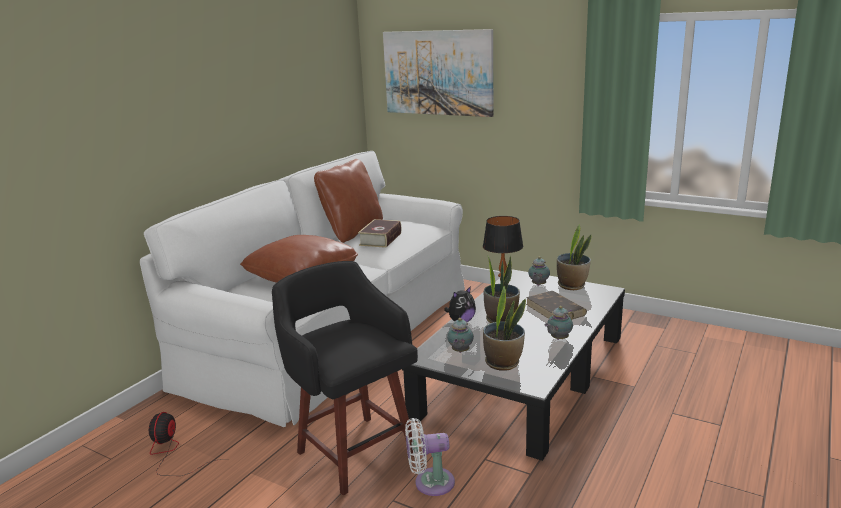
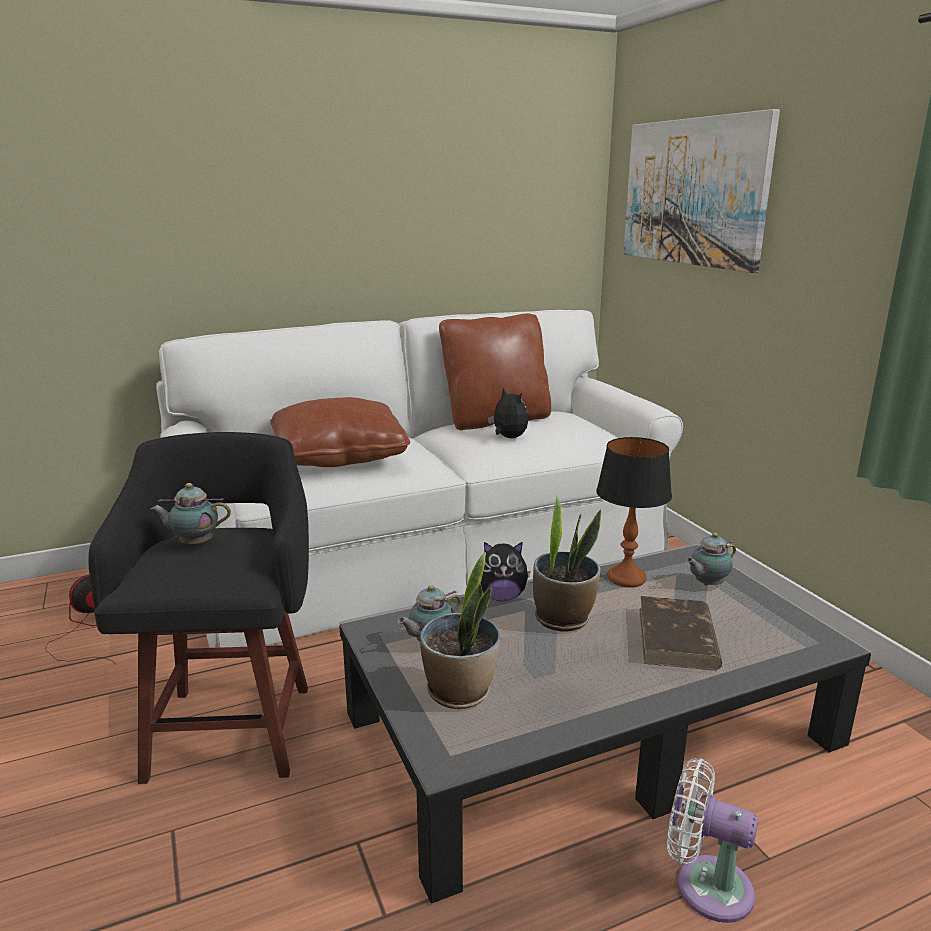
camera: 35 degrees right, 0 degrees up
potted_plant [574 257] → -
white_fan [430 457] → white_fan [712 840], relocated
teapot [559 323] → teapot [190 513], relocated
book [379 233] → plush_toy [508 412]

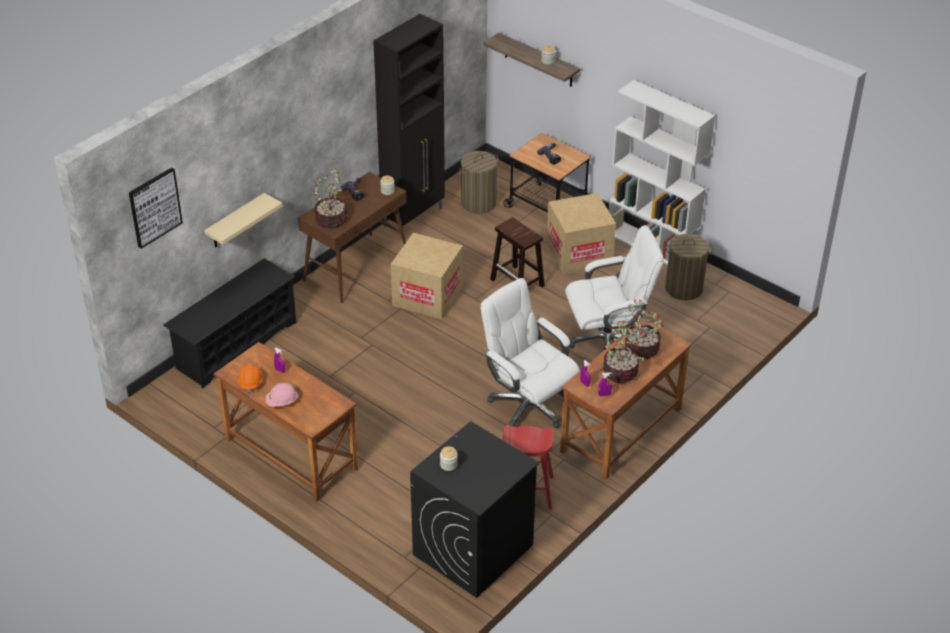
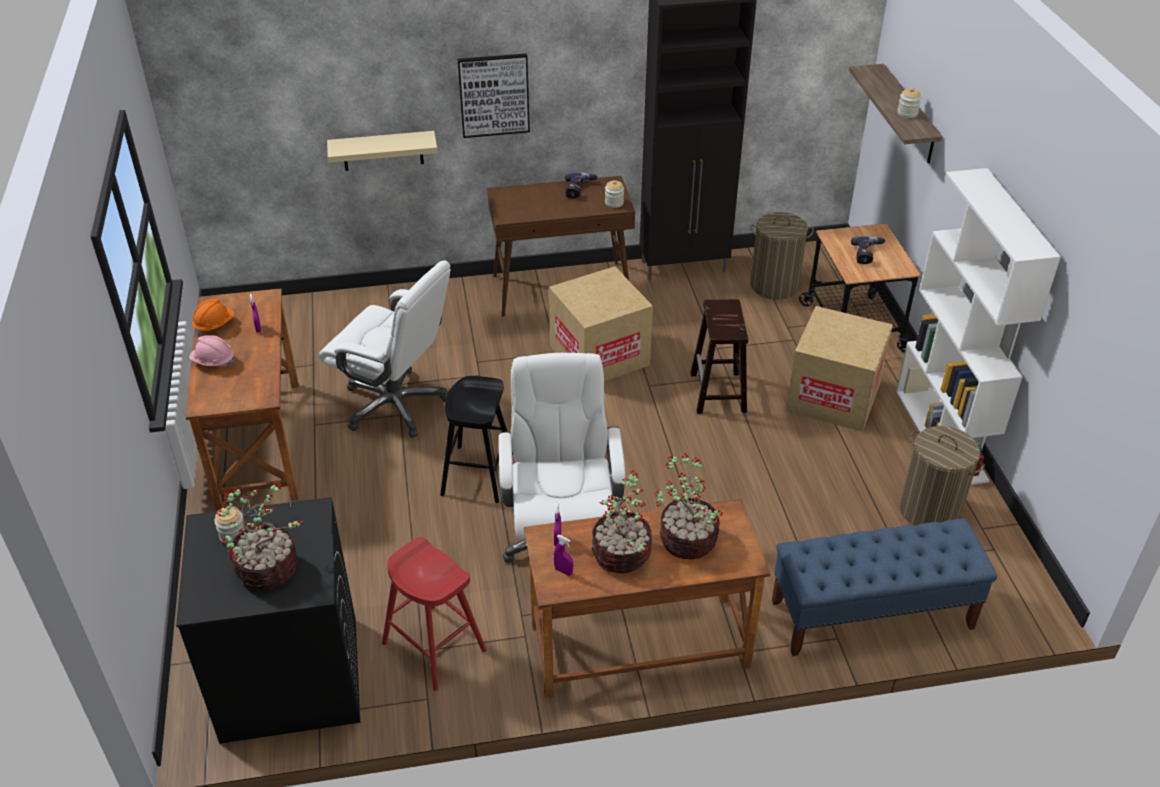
camera: 40 degrees right, 0 degrees up
black_shoe_rack [229 323] → -
- → black_stool [476 439]
- → blue_bench [884 587]
picture [156 208] → picture [494 95], relocated
potted_plant [330 198] → potted_plant [259 536], relocated
white_office_chair [614 287] → white_office_chair [384 349], relocated

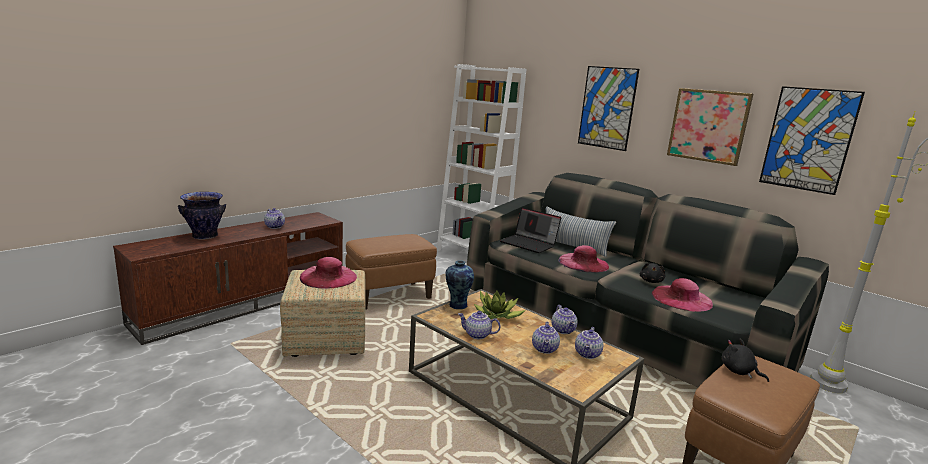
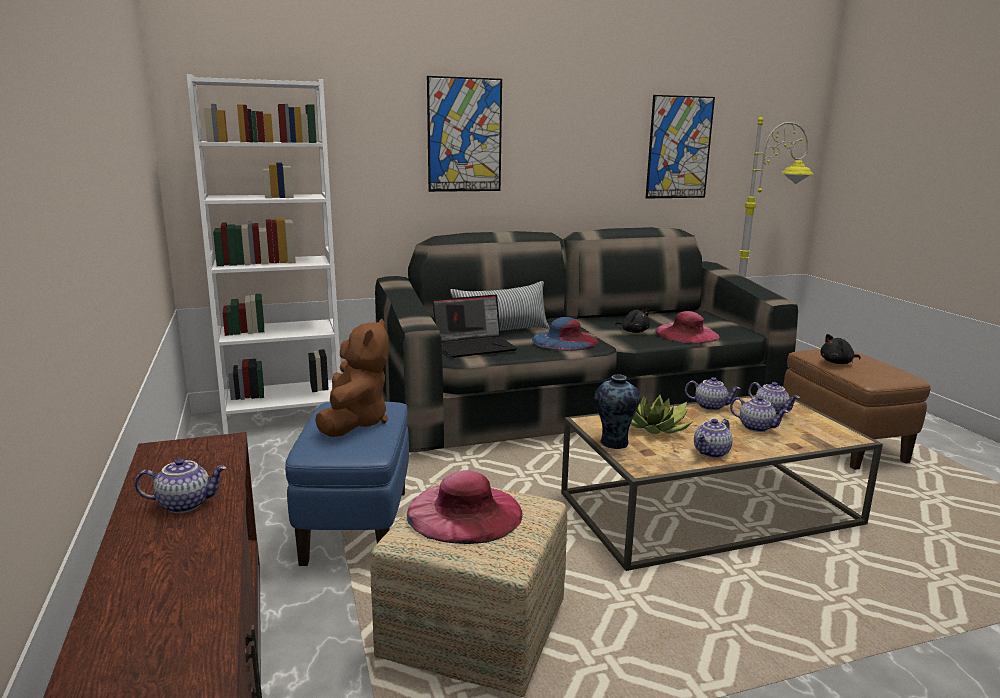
camera: 60 degrees left, 0 degrees up
vase [202 216] → -
picture [710 127] → -
- → brown_plush_toy [352 378]
brown_ottoman [391 272] → blue_ottoman [347 484]
pink_hat [583 259] → blue_hat [565 334]

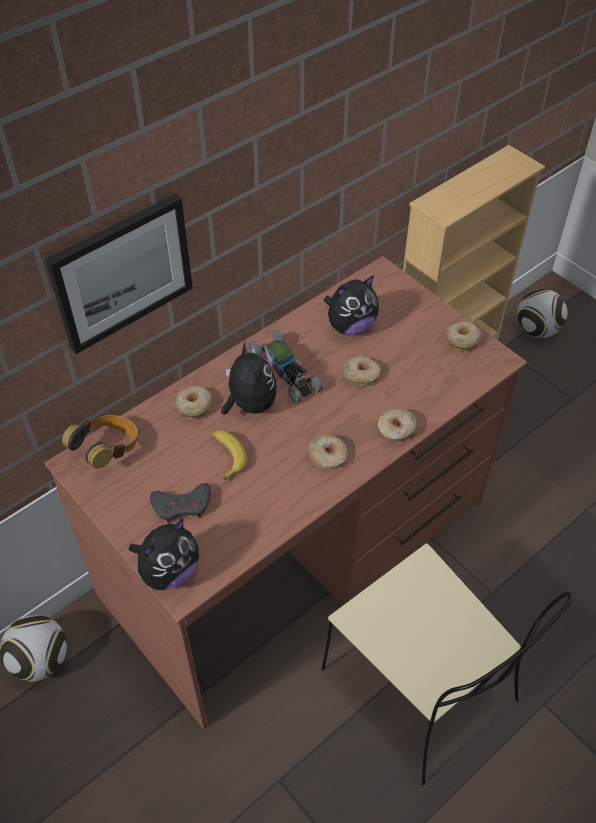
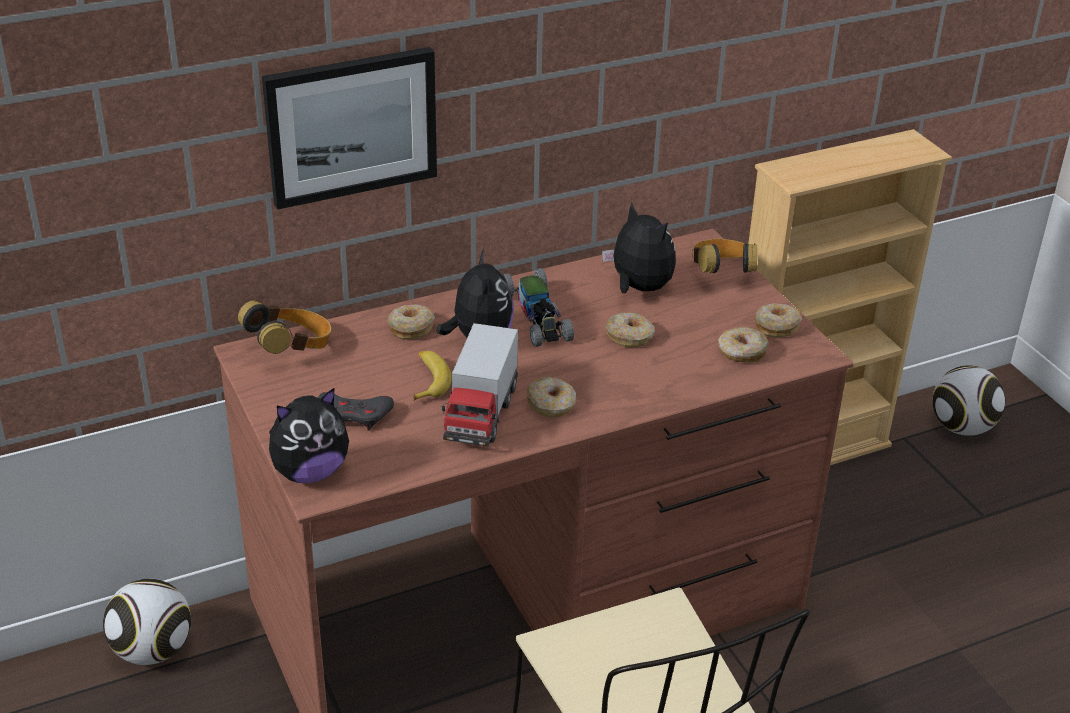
camera: 15 degrees right, 15 degrees down
- → toy_truck [480 385]
- → headphones [724 256]
donut [398 424] → donut [743 344], relocated
plush_toy [351 305] → plush_toy [639 247], 120 degrees counterclockwise

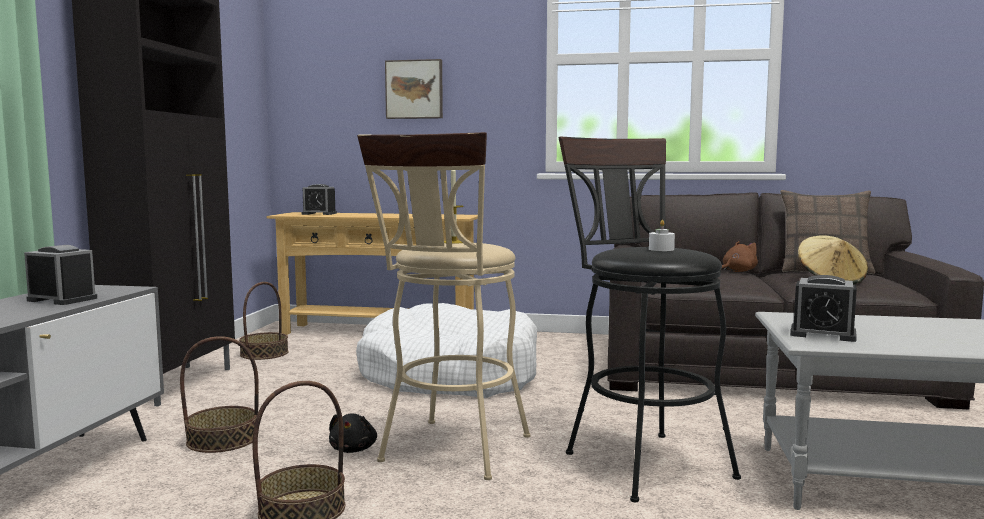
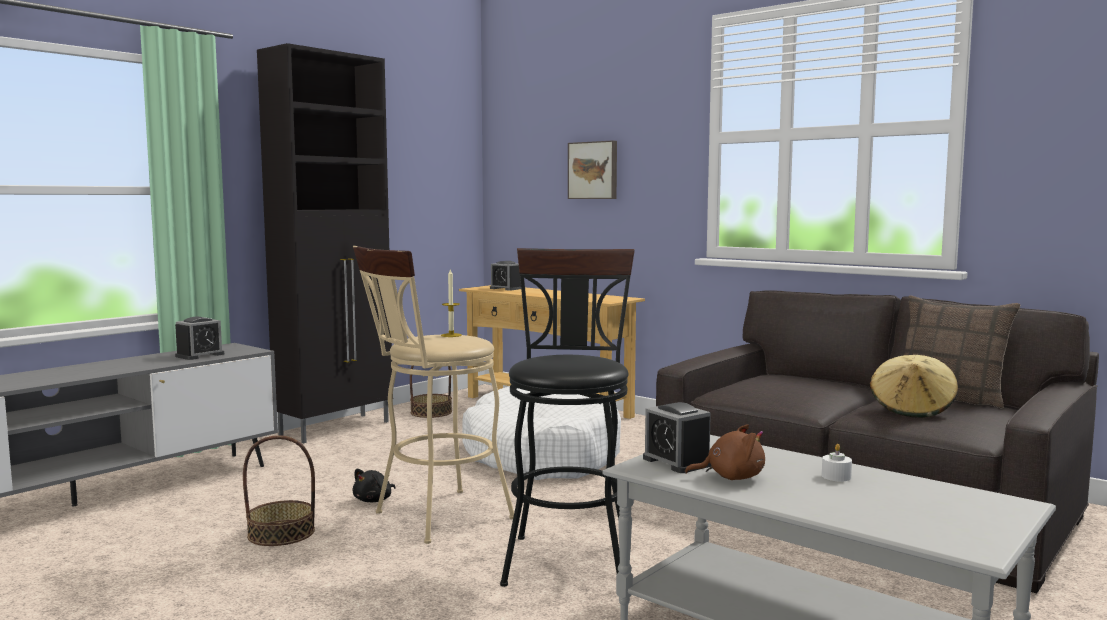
camera: 30 degrees right, 0 degrees up
basket [219 394] → -
white_candle [662 235] → white_candle [837 462], relocated
brown_plush_toy [739 256] → brown_plush_toy [725 452], relocated
alarm_clock [60 275] → alarm_clock [199 338], 75 degrees clockwise

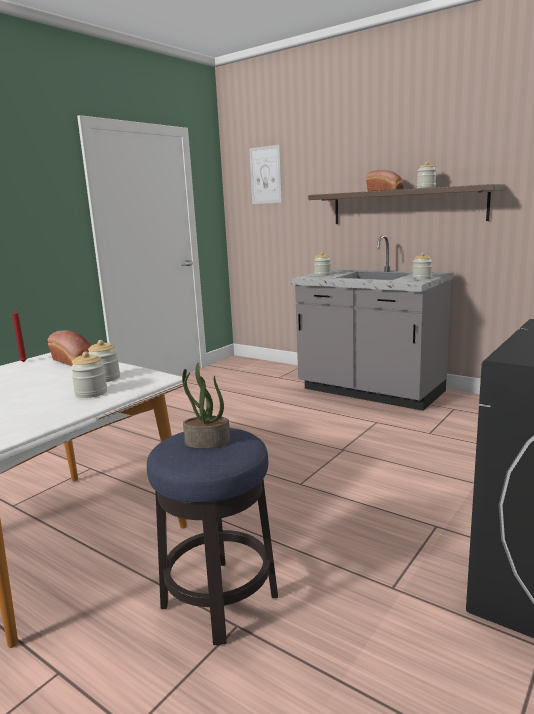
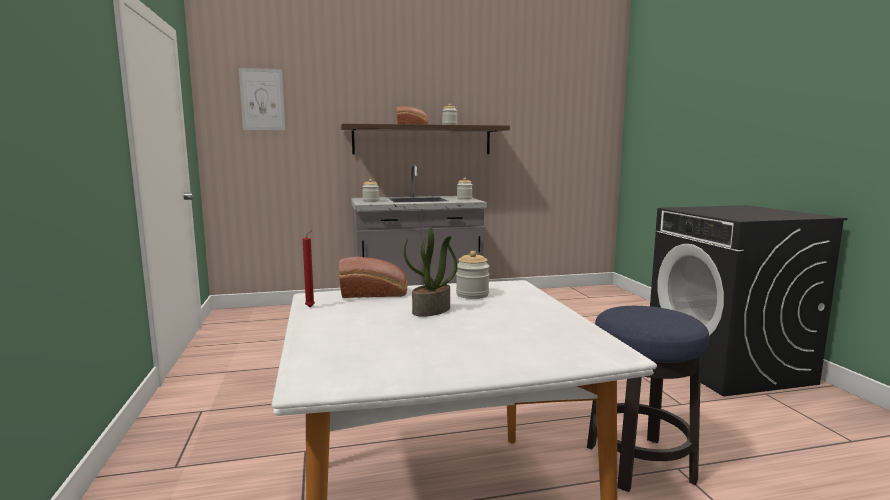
camera: 50 degrees left, 5 degrees down
jar [88 374] → -
potted_plant [206 405] → potted_plant [430 272], relocated

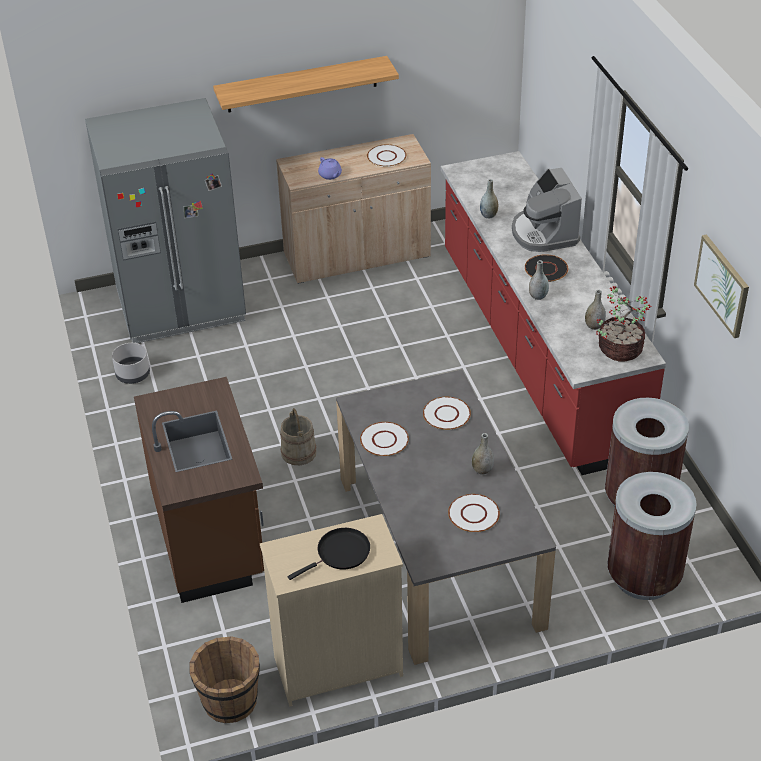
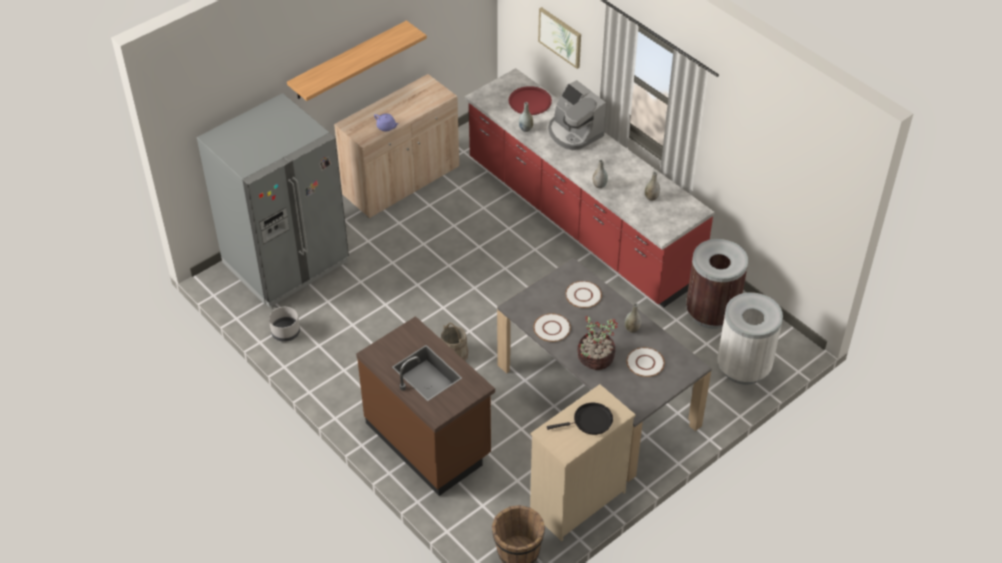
camera: 25 degrees left, 5 degrees up
white_plate [386 155] → -
black_plate [546 268] → -
- → red_tray [530 100]
potted_plant [624 323] → potted_plant [598 343], relocated
picture [721 286] → picture [559 38], relocated
brown_trash_can [651 536] → white_trash_can [750 338]
black_frying_pan [329 554] → black_frying_pan [580 419], 45 degrees clockwise

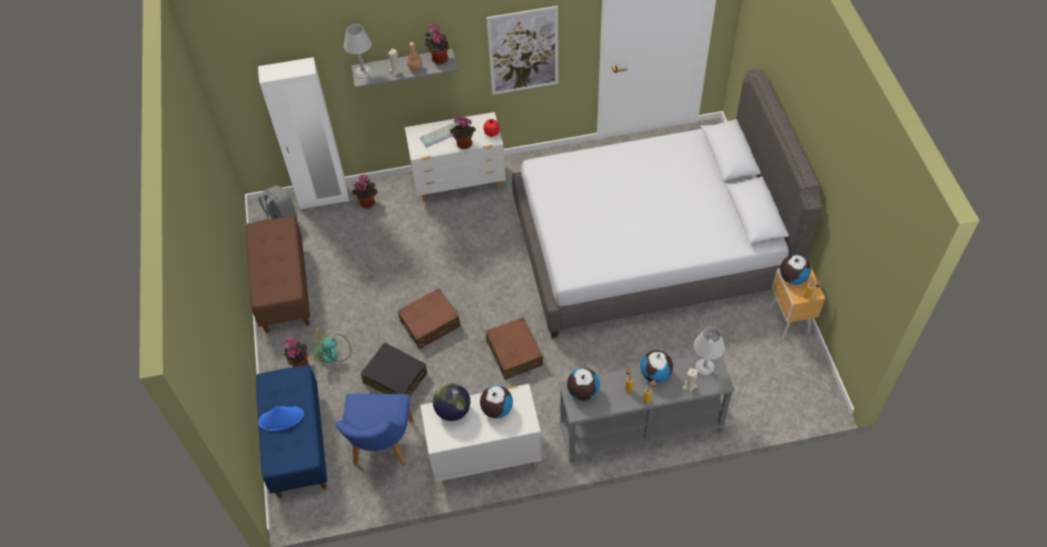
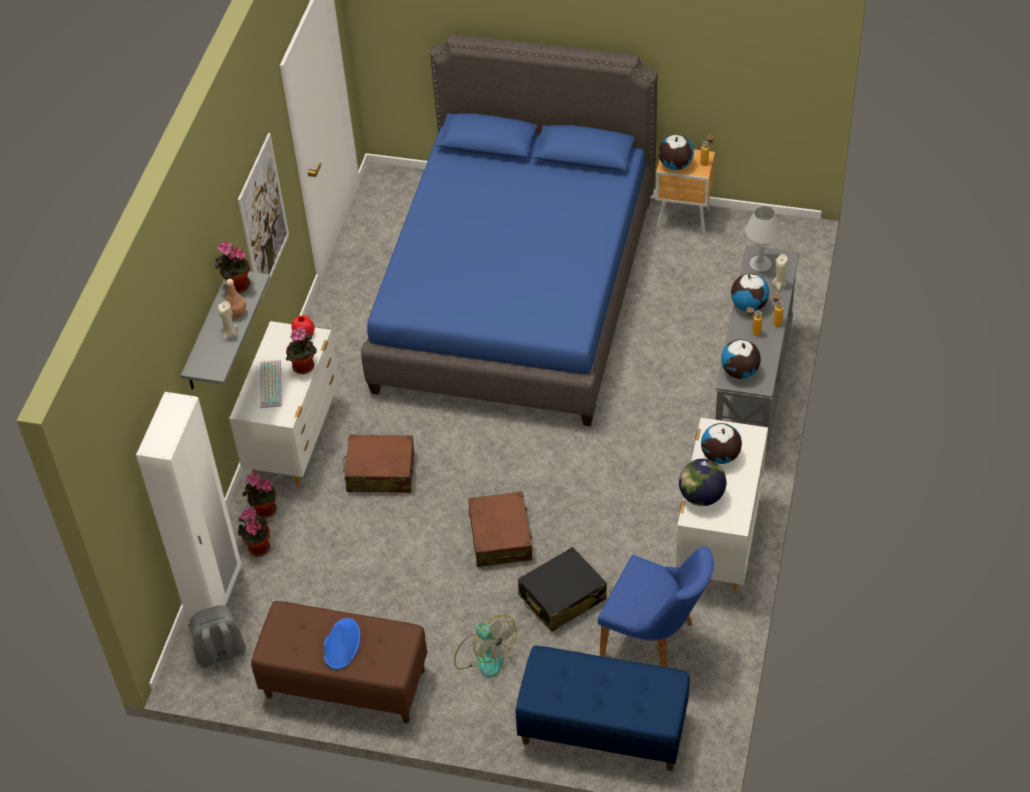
camera: 65 degrees left, 5 degrees down
grey_table_lamp [358 51] → -
blue_hat [281 418] → blue_hat [342 644], relocated
potted_plant [296 352] → potted_plant [259 495], relocated
brown_suitcase [514 348] → brown_suitcase [378 463], relocated
grey_bed [667 203] → blue_bed [509 230]
fan [332 344] → fan [485 646], 60 degrees counterclockwise

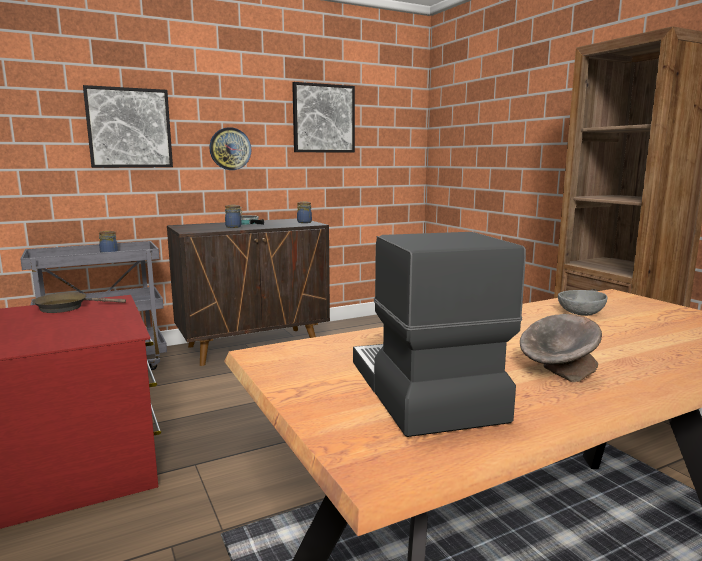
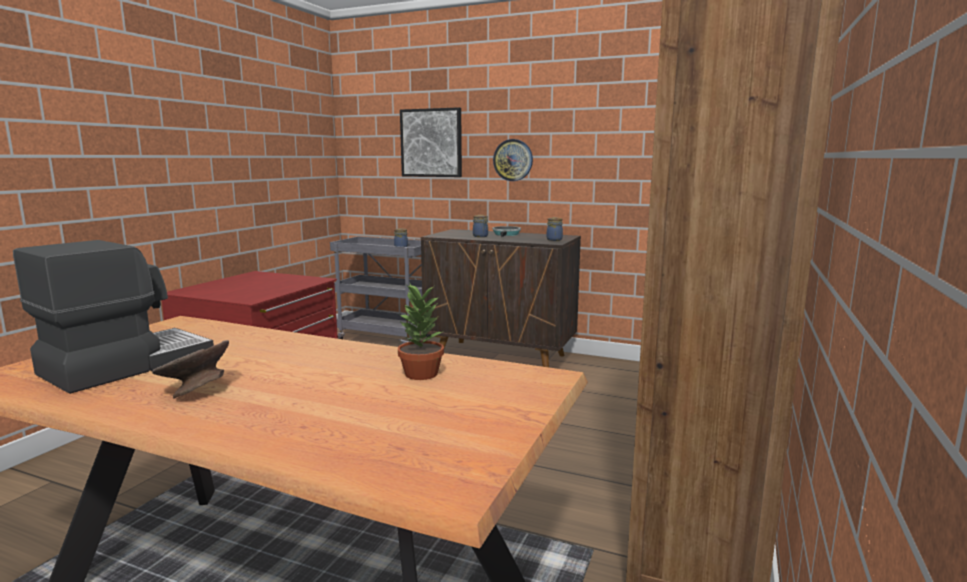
camera: 50 degrees right, 0 degrees up
brown_frying_pan [79 302] → -
picture [323 117] → -
grey_bowl [583 303] → potted_plant [421 332]

